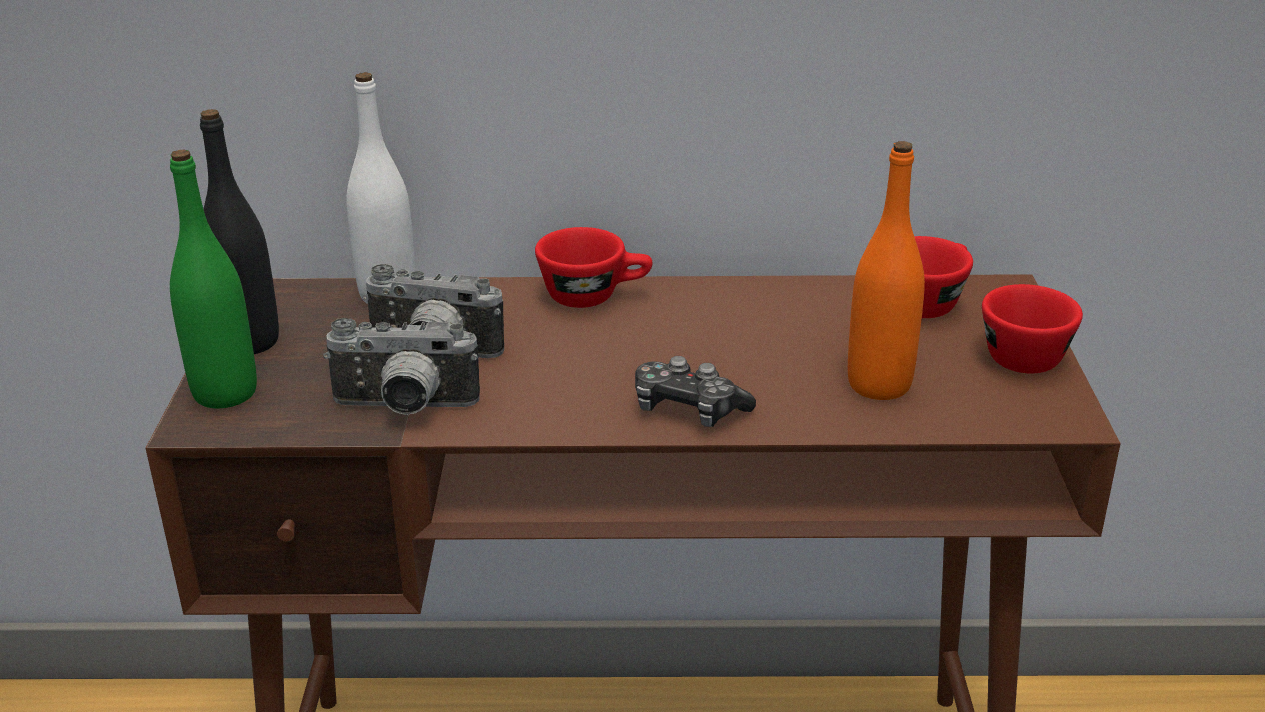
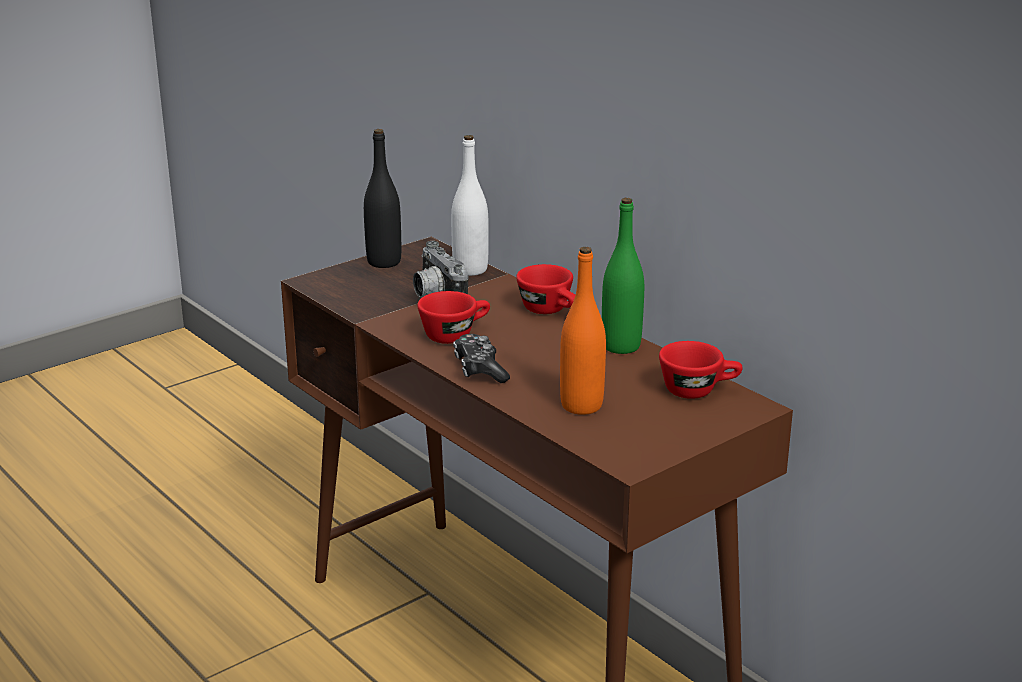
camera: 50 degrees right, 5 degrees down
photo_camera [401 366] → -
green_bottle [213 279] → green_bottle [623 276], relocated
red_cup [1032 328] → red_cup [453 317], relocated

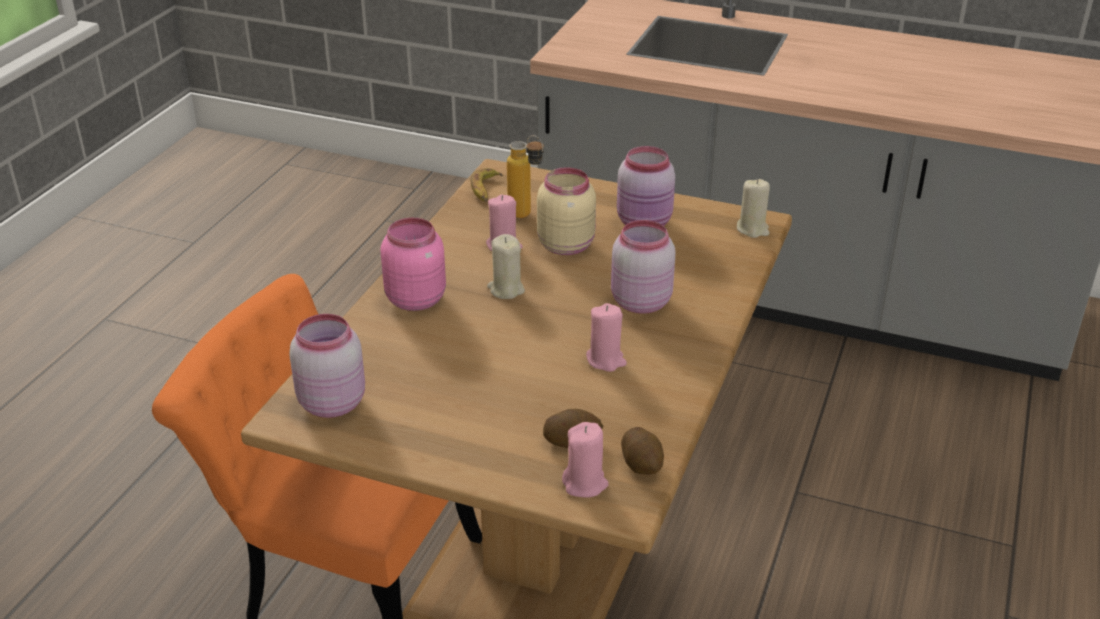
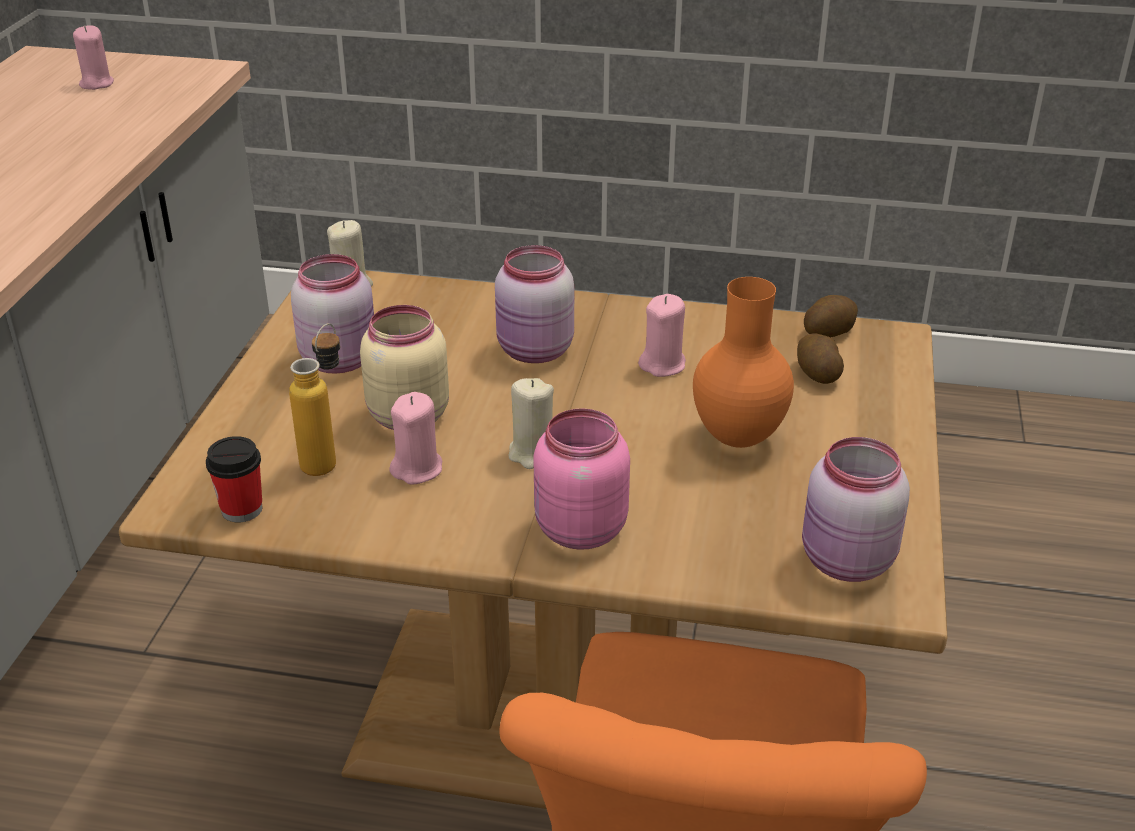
camera: 100 degrees left, 0 degrees up
- → orange_vase [743 362]
pink_candle [585 460] → pink_candle [93 57], relocated
banana [487 185] → cup [234 479]

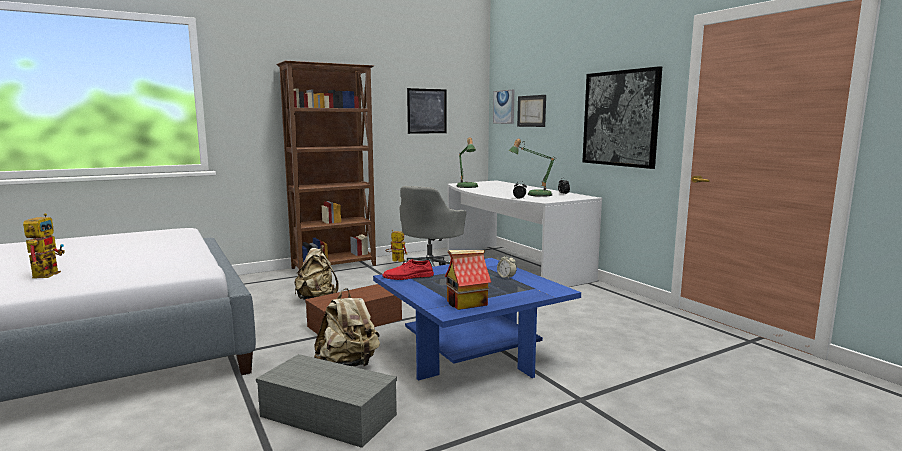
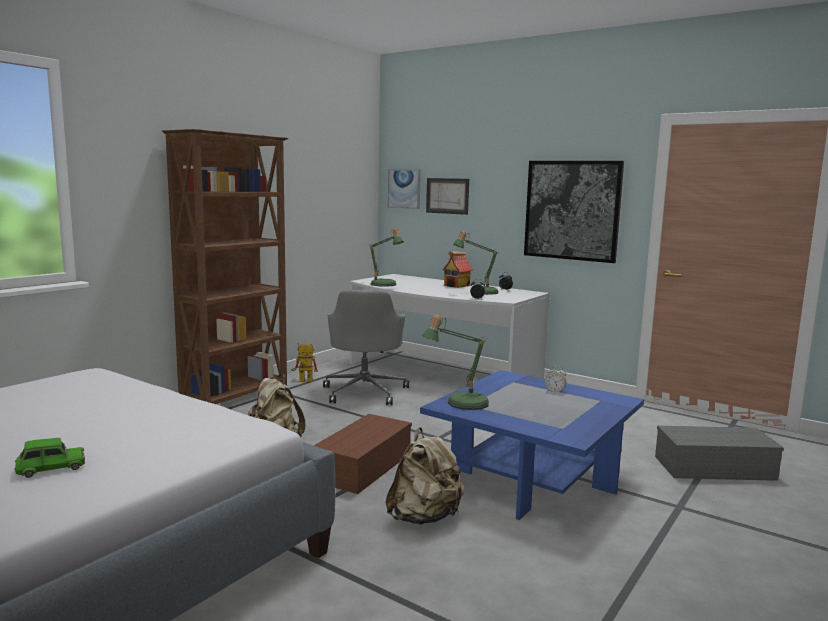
camera: 25 degrees left, 0 degrees up
picture [426 111] → -
grey_storage_box [326 401] → grey_storage_box [719 453], relocated
toy_house [468 280] → toy_house [458 269], relocated
toy_robot [44 245] → green_toy_car [49 458]
red_shoe [408 269] → table_lamp [455 362]

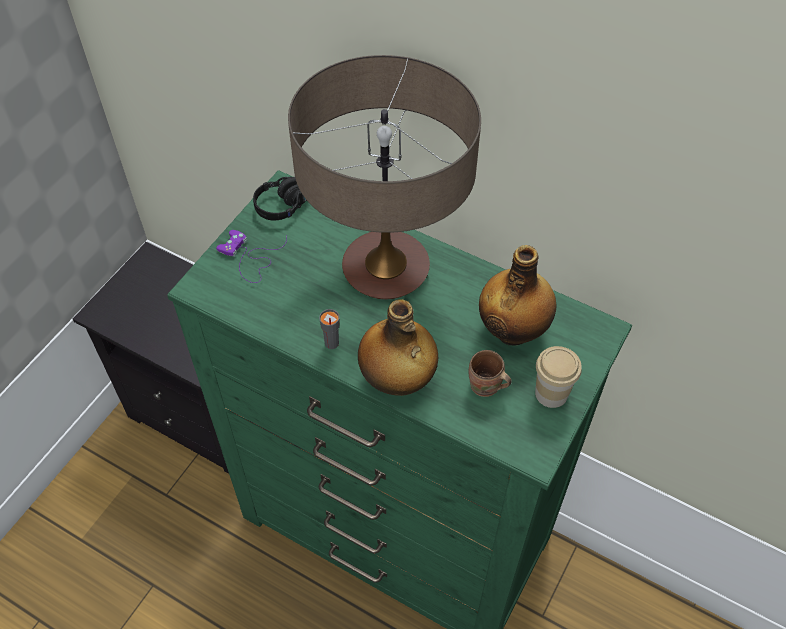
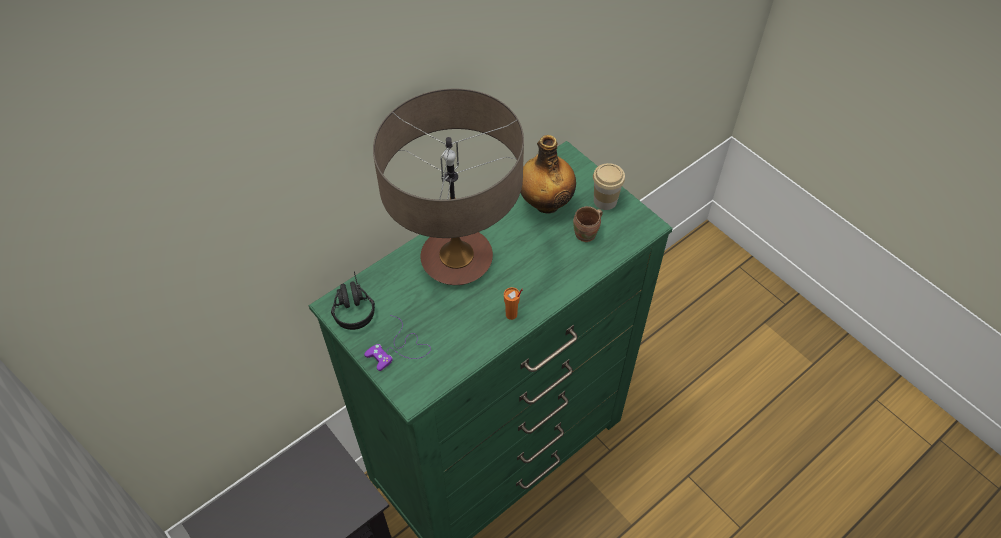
camera: 70 degrees left, 0 degrees up
bottle [398 347] → -
grey_cup [329 329] → orange_cup [513 303]

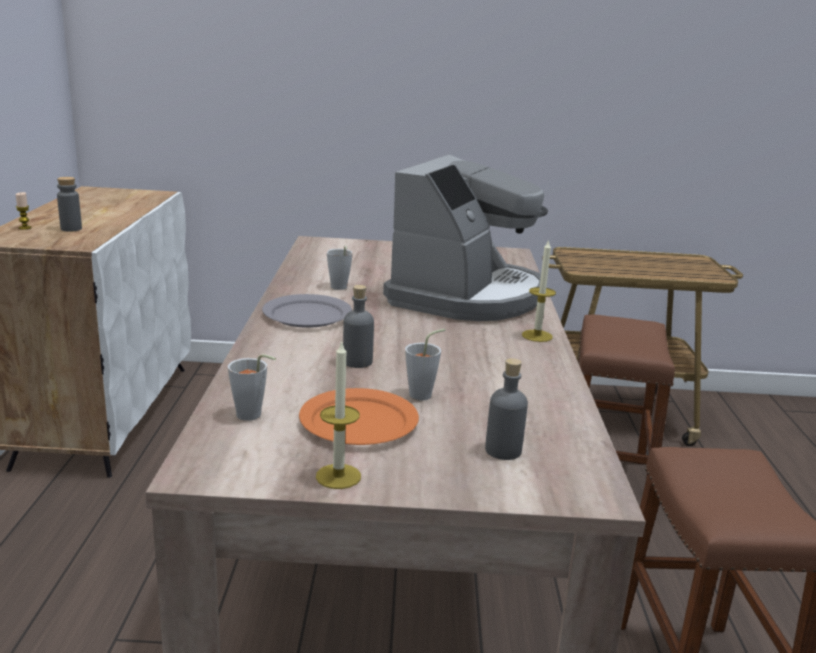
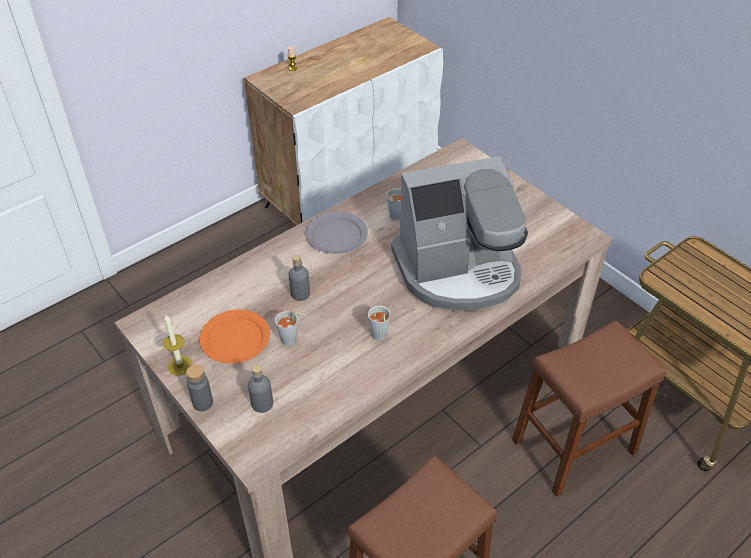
camera: 50 degrees right, 25 degrees up
candle [539 290] → -
grey_bottle [69 204] → grey_bottle [199 388], relocated
grey_cup [252 387] → grey_cup [379 323], relocated

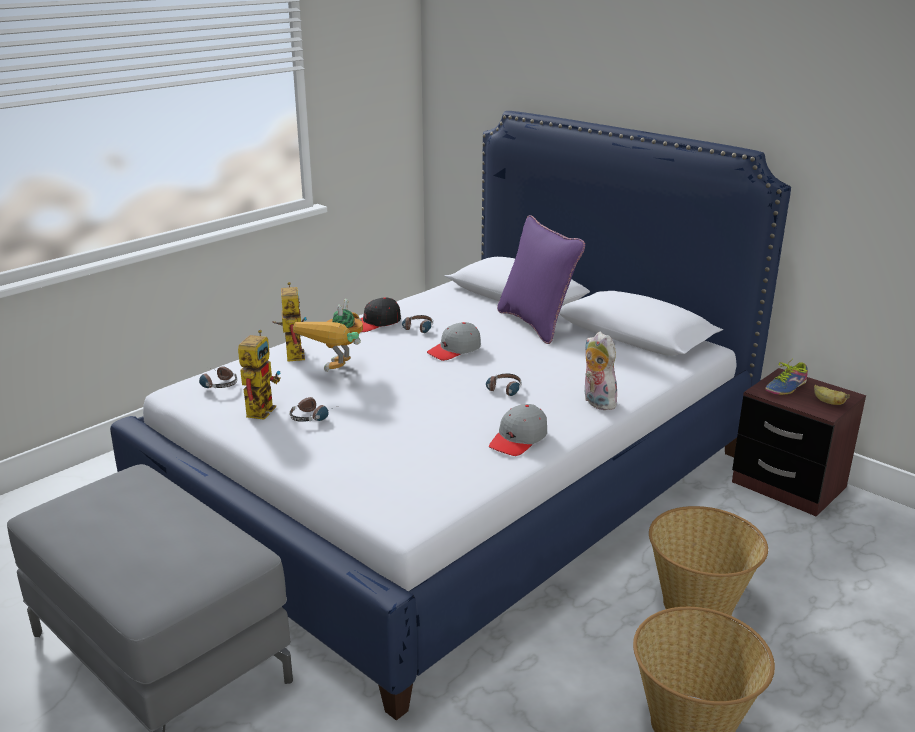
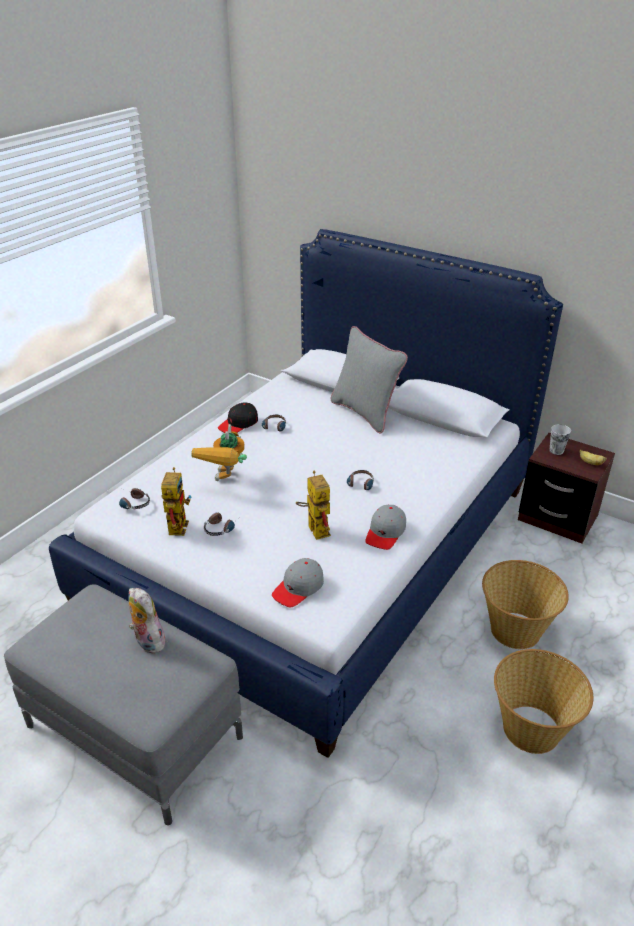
camera: 10 degrees left, 10 degrees up
toy_robot [290 322] → toy_robot [313 505], relocated
grey_cap [454 341] → grey_cap [298 583], relocated
plush_toy [601 371] → plush_toy [146 620], relocated
shoe [786 376] → cup [560 439]
purple_pillow [541 279] → grey_pillow [369 379]

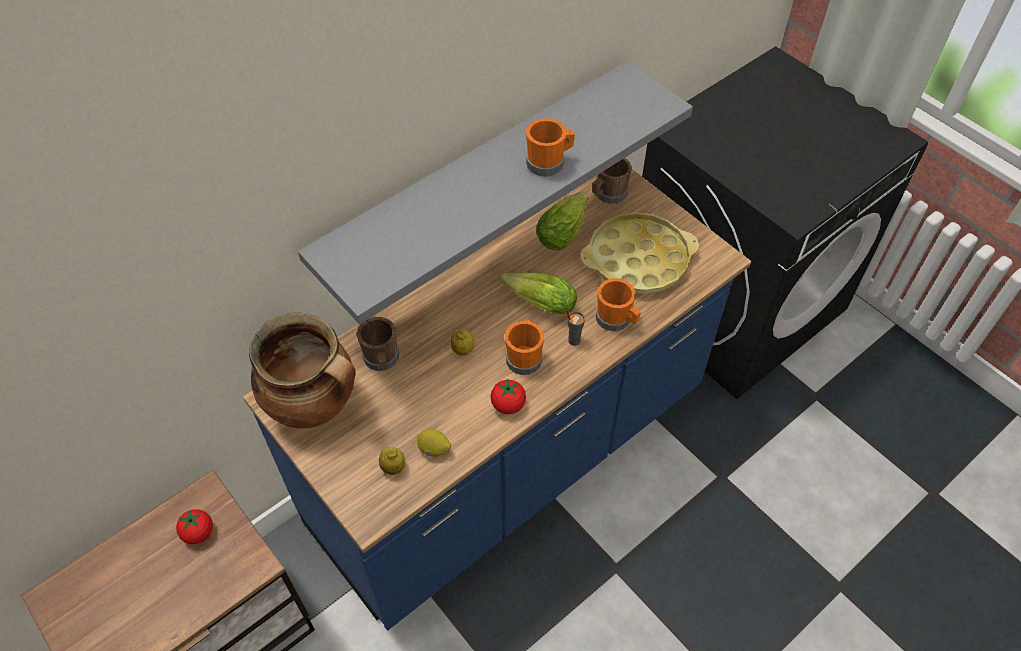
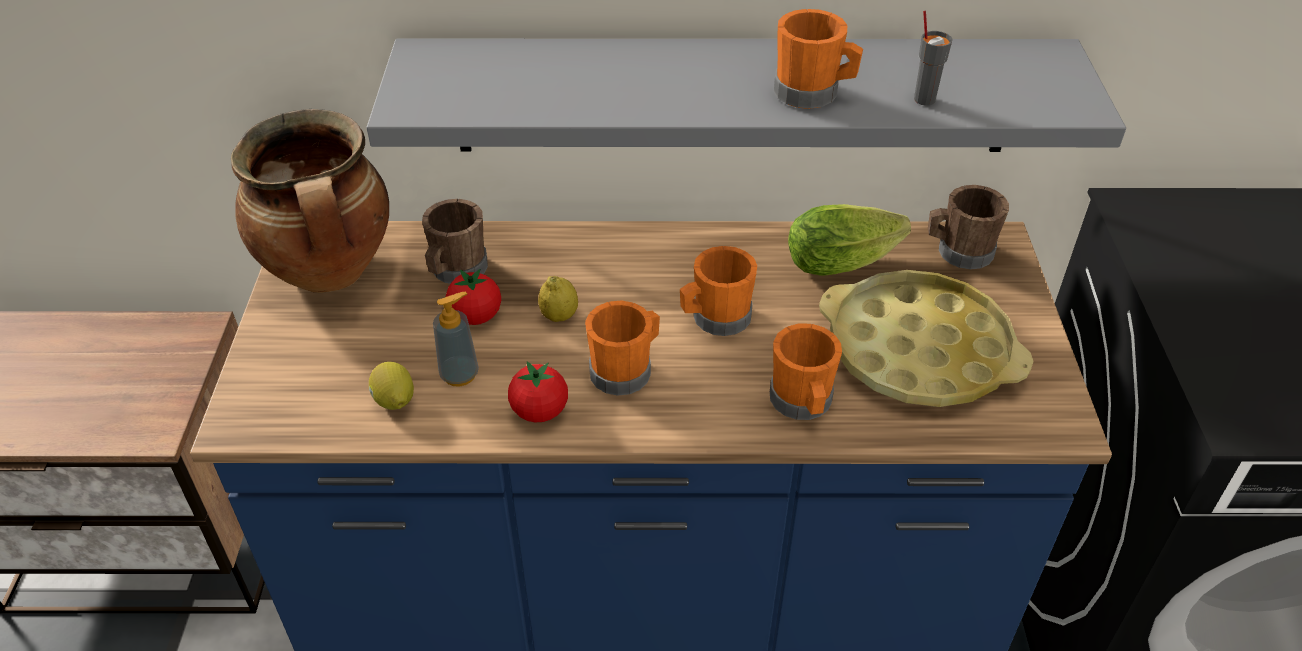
camera: 40 degrees right, 10 degrees down
lemon [392 461] → -
- → soap_dispenser [456 339]
tomato [194 526] → tomato [473 297], relocated
grey_cup [575 328] → grey_cup [933 58], relocated
lettuce [538 293] → orange_mug [718 291]

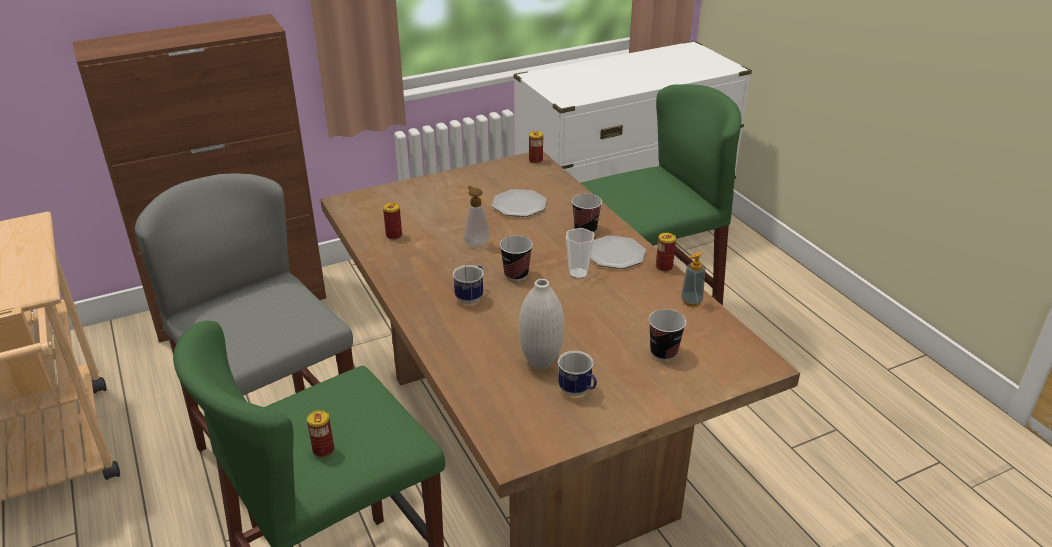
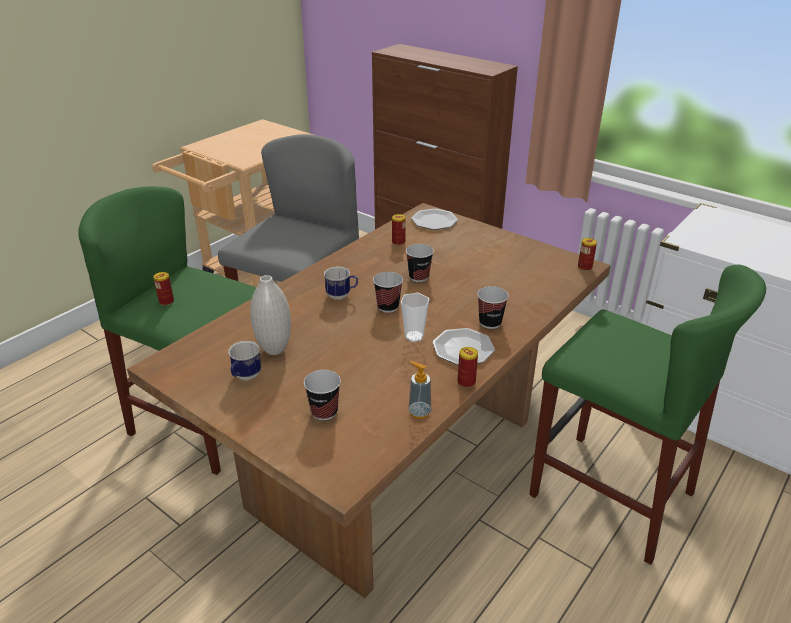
camera: 65 degrees right, 0 degrees up
plate [519 203] → plate [434 219], relocated
soap_dispenser [477 216] → cup [420 263]

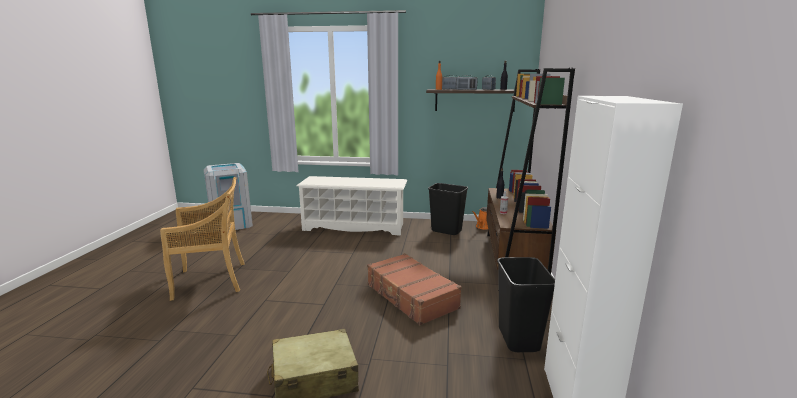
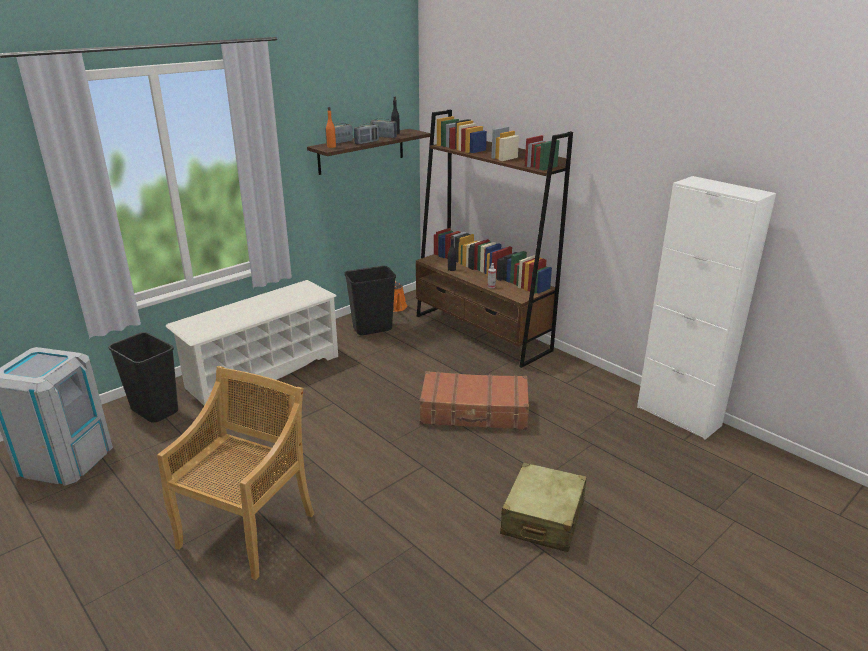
camera: 50 degrees left, 10 degrees up
black_trash_can [526 304] → black_trash_can [143 377], relocated

